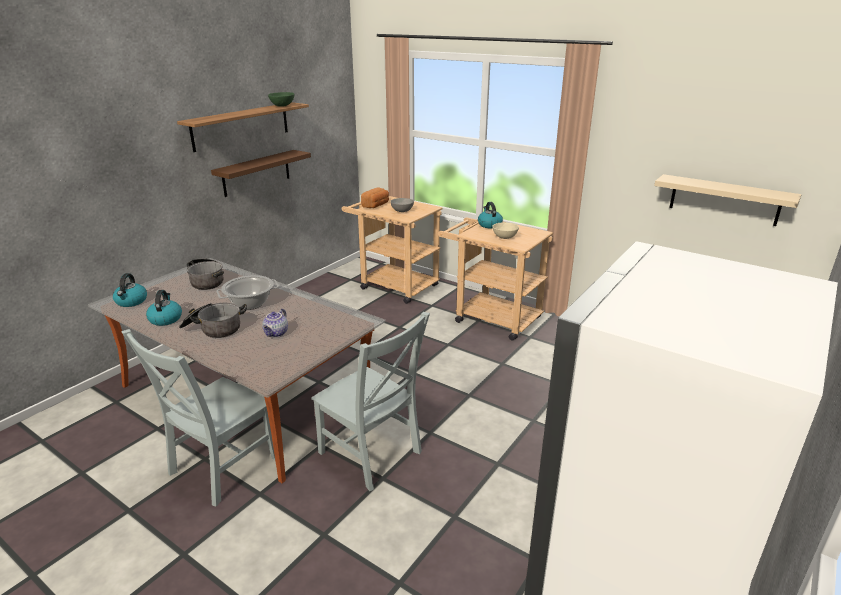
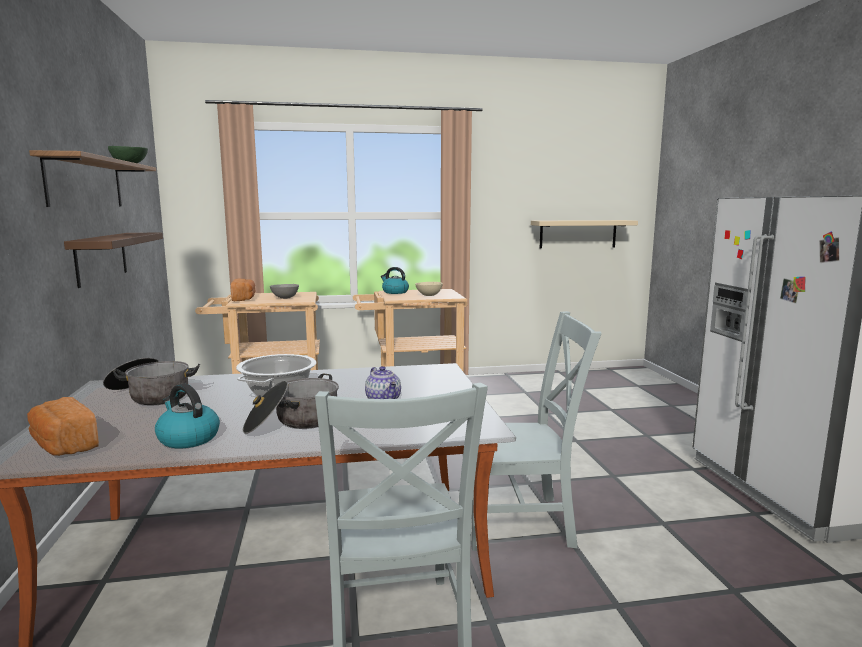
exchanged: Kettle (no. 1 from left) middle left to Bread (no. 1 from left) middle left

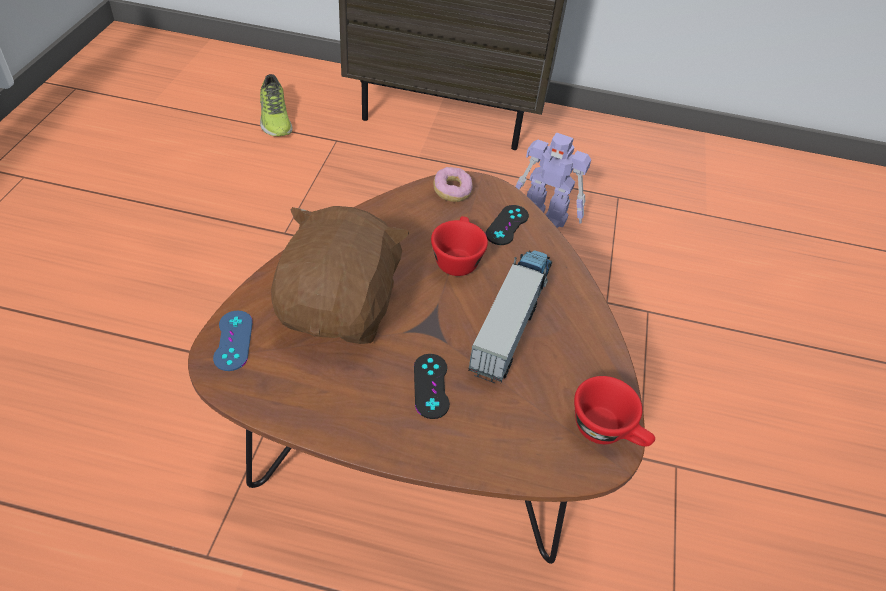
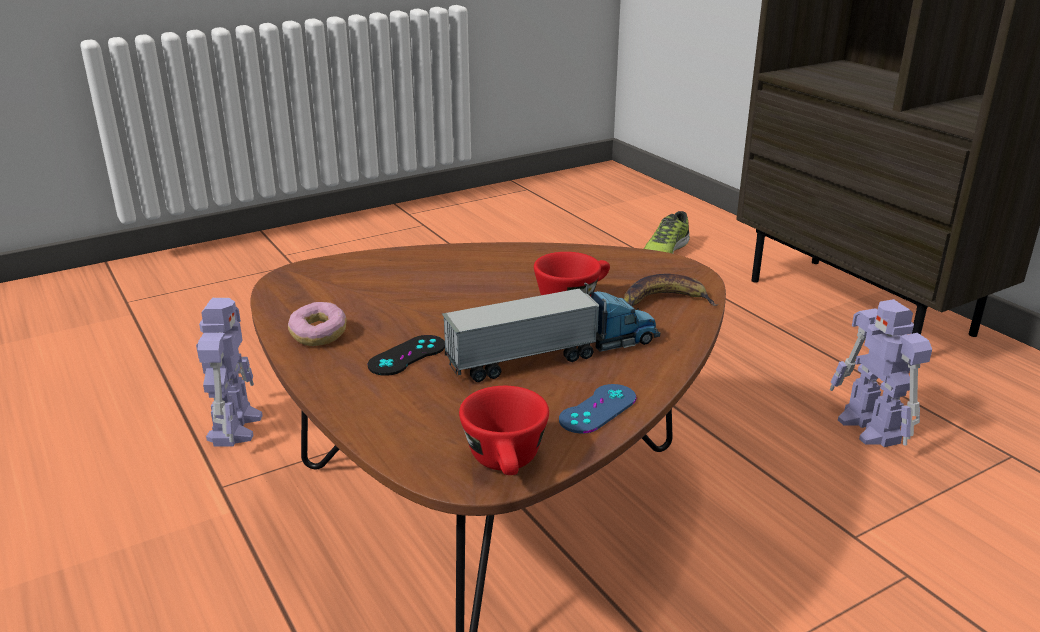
missing: BrownPlushToy centre
appeared: ToyRobot (no. 1 from left) middle left
relocated: Donut top centre to middle left; BlueGameController middle left to centre
exchanged: BlackGameController (no. 2 from left) centre to Banana centre

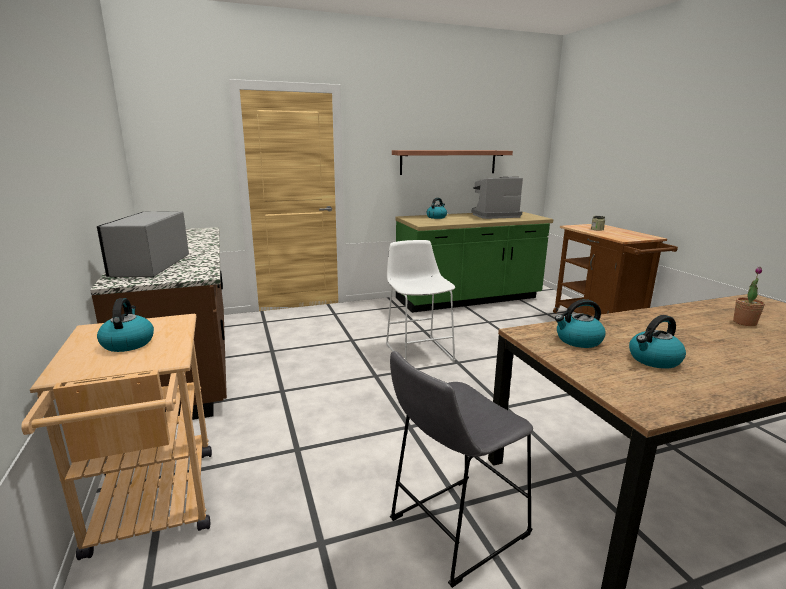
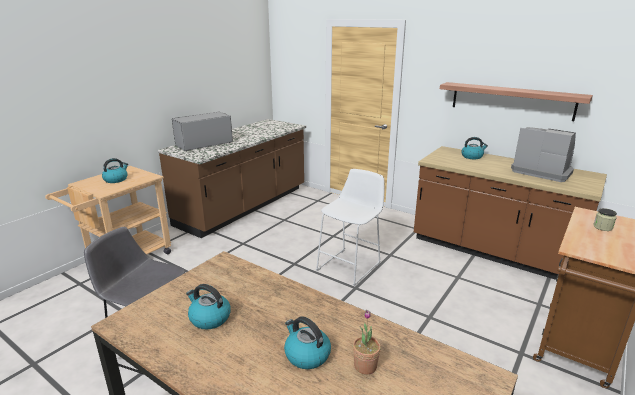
relocated: Kettle (no. 3 from left) middle right to bottom centre
colour: GreenCounter centre to BrownCounter (no. 2 from left) middle right

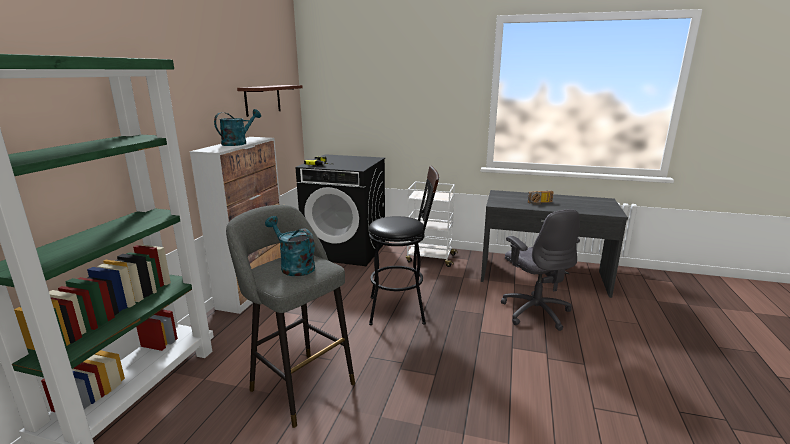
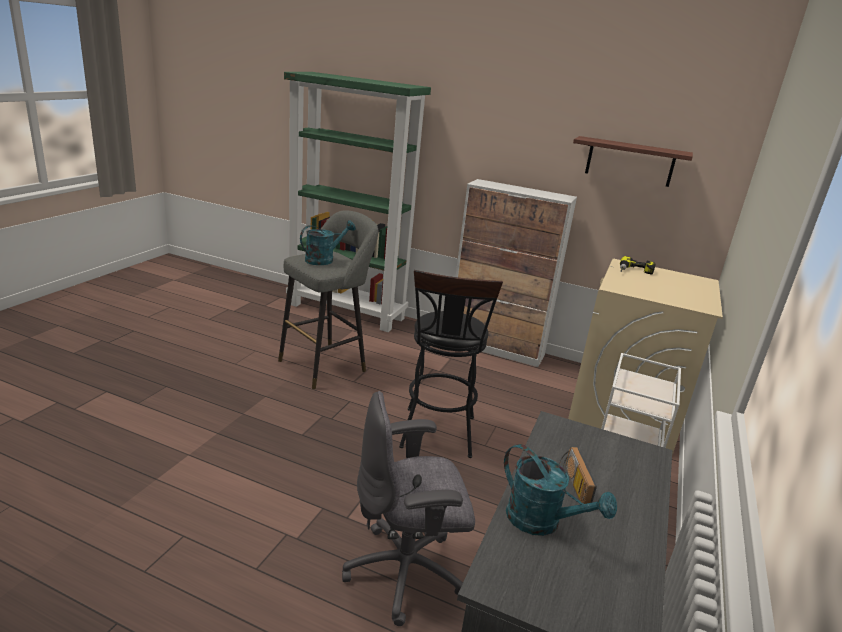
relocated: TurquoiseWateringCan (no. 1 from left in the first image) top left to TurquoiseWateringCan (no. 2 from left) bottom centre
colour: BlackWashingMachine centre to BeigeWashingMachine middle right

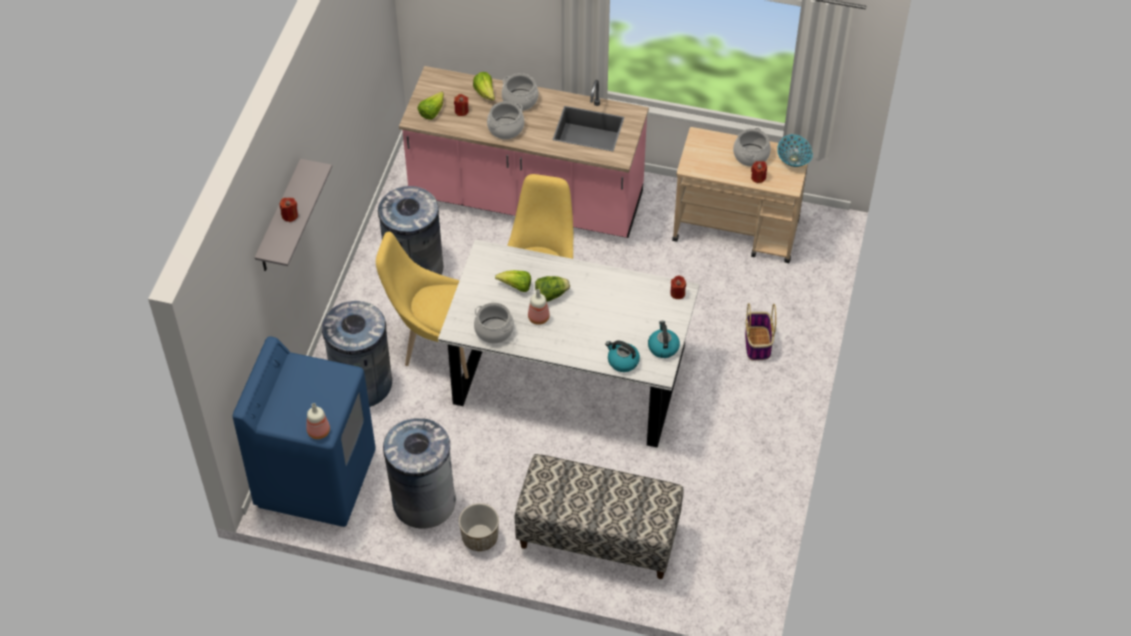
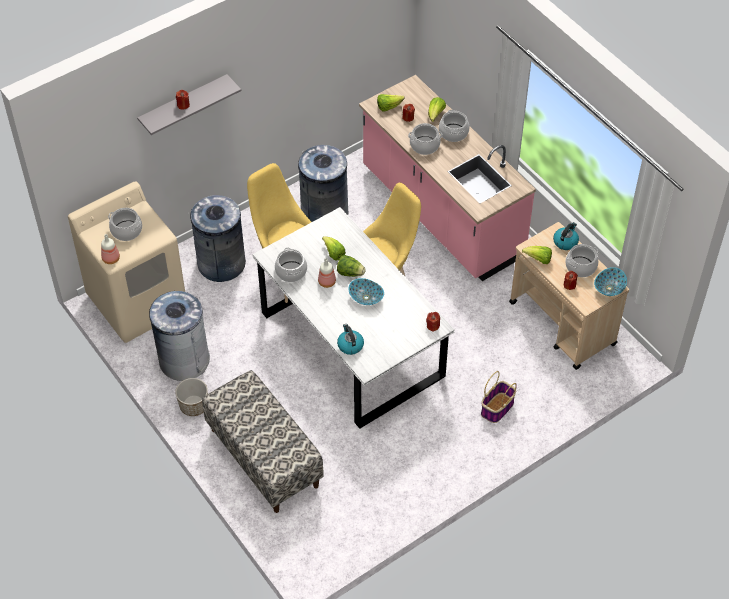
appeared: CookingPot (no. 1 from left) middle left; Lettuce (no. 5 from left) middle right; Bowl (no. 1 from left) centre
relocated: Kettle (no. 2 from left) centre to middle right
colour: BlueWashingMachine bottom left to BeigeWashingMachine middle left

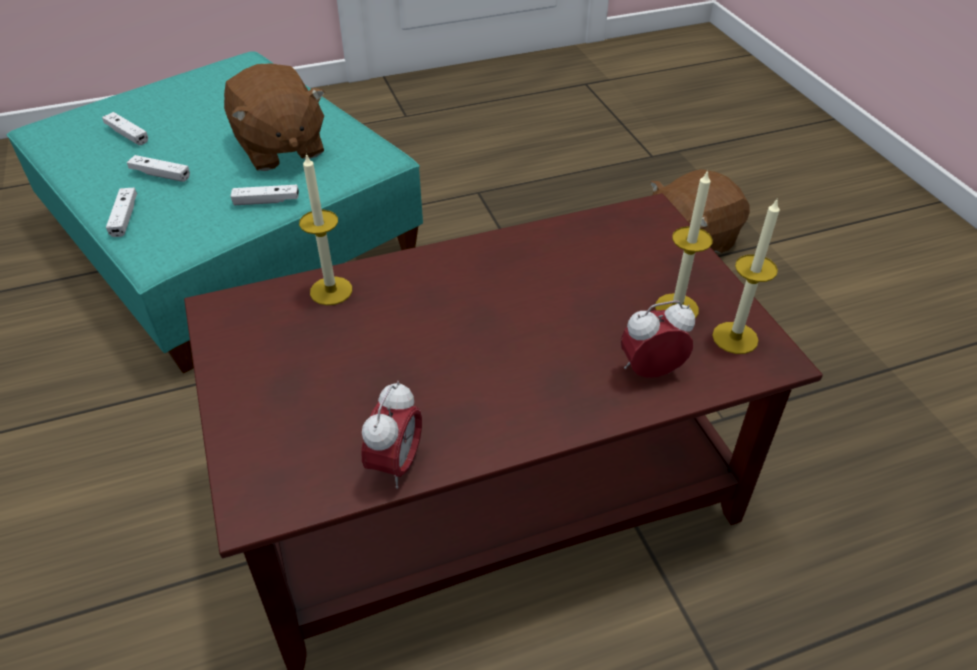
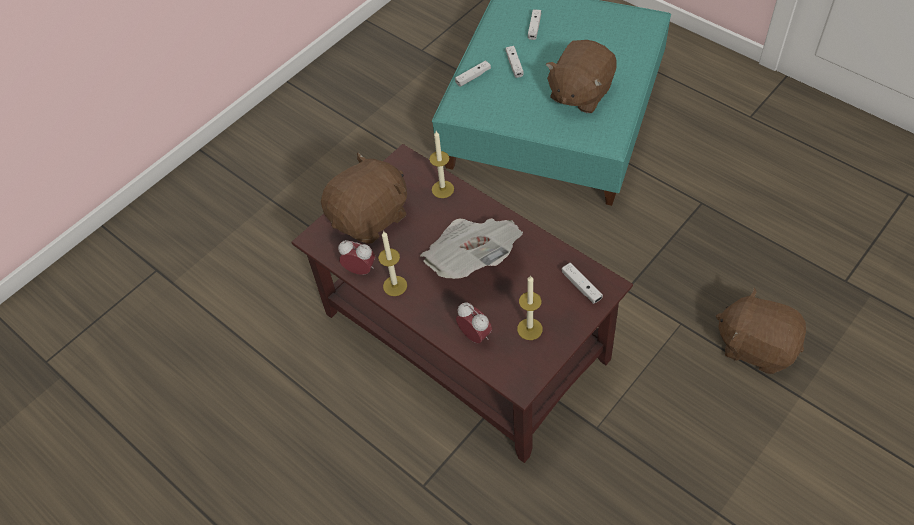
appeared: BrownPlushToy (no. 1 from left) centre; Newspaper centre
relocated: WhiteGameController (no. 4 from left) top left to centre; Candle (no. 3 from left in the first image) middle right to Candle (no. 1 from left) centre
spun: AlarmClock (no. 1 from left) centre = centre 150 degrees counterclockwise

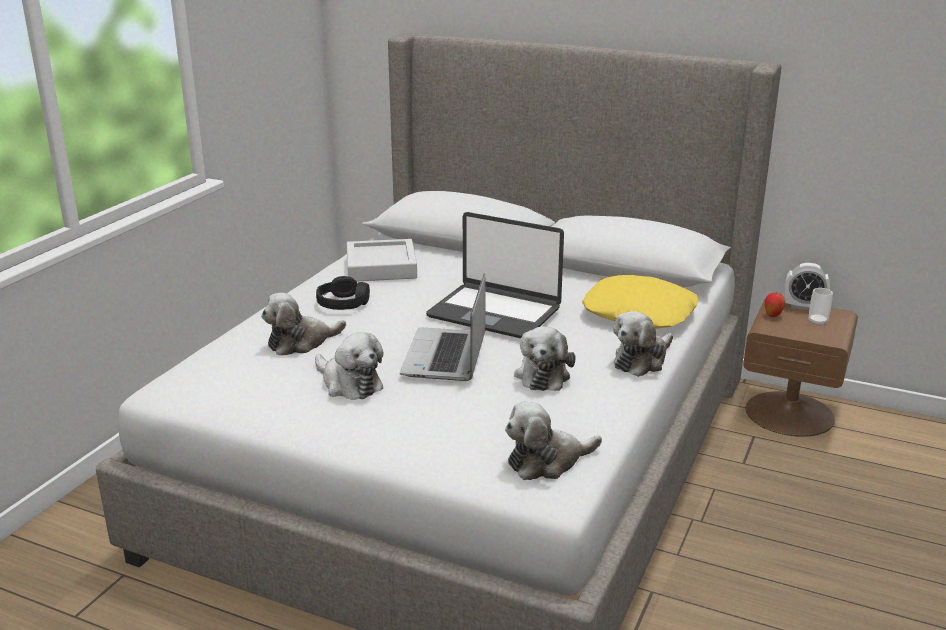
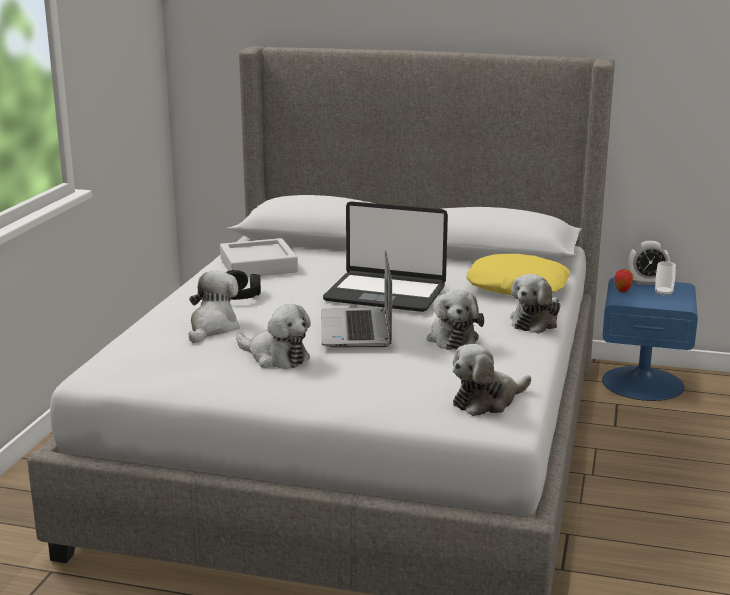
colour: BrownNightstand middle right to BlueNightstand middle right
spun: PlushToy (no. 1 from left) middle left = middle left 150 degrees clockwise

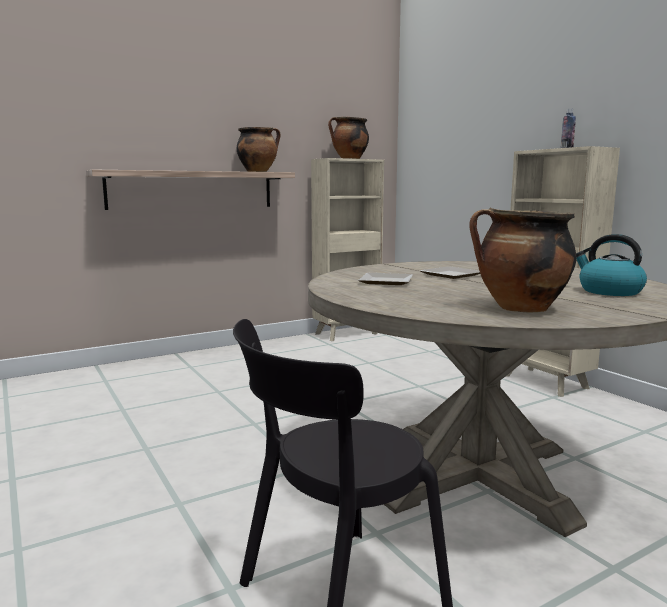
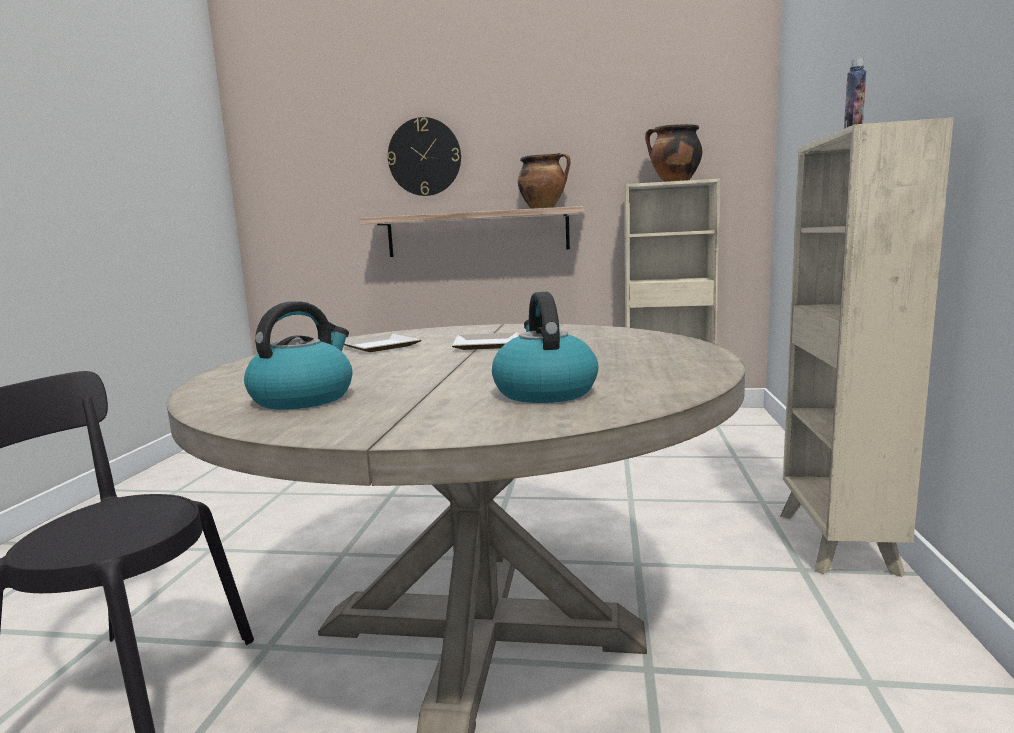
appeared: WallClock top centre
exchanged: CookingPot (no. 3 from left) middle right to Kettle (no. 1 from left) middle left

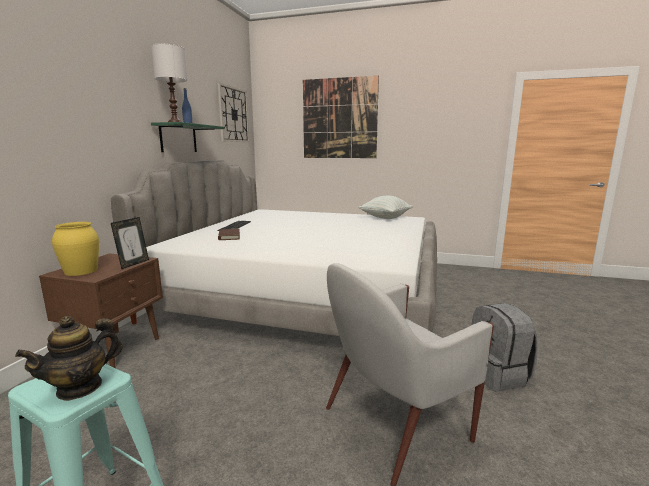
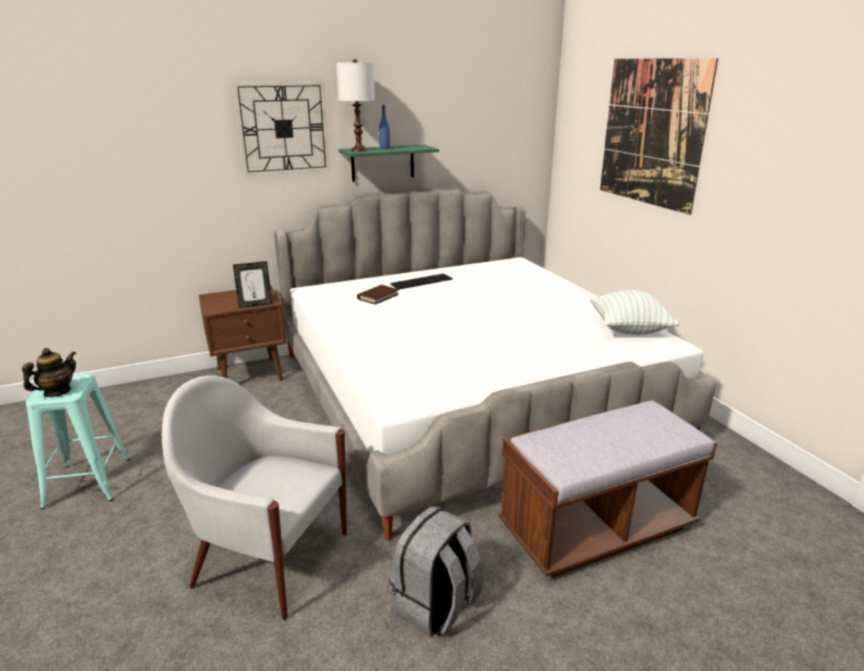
missing: YellowVase middle left
appeared: BrownBench bottom right
relocated: WallClock top centre to top left
spun: Teapot bottom left = middle left 120 degrees clockwise

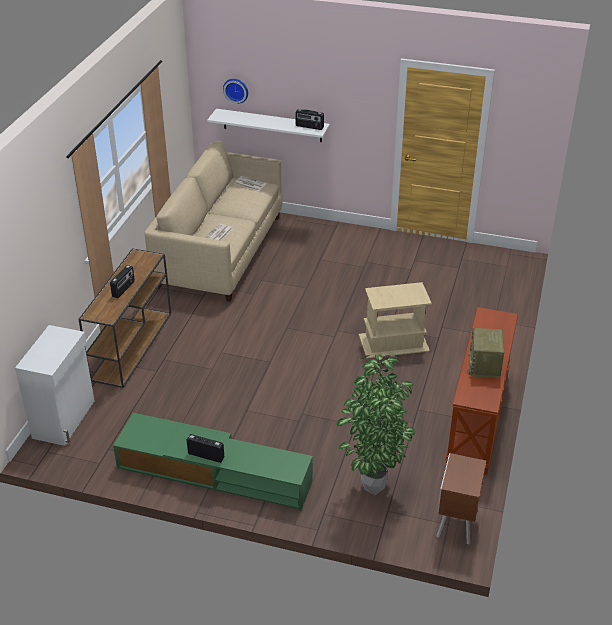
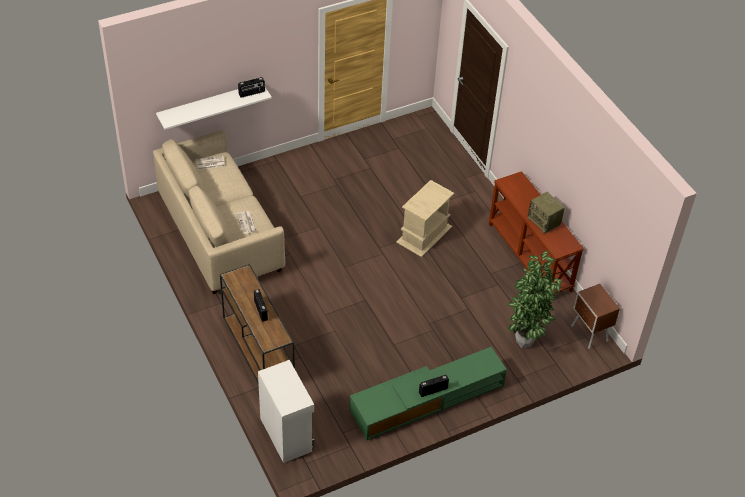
missing: WallClock top centre

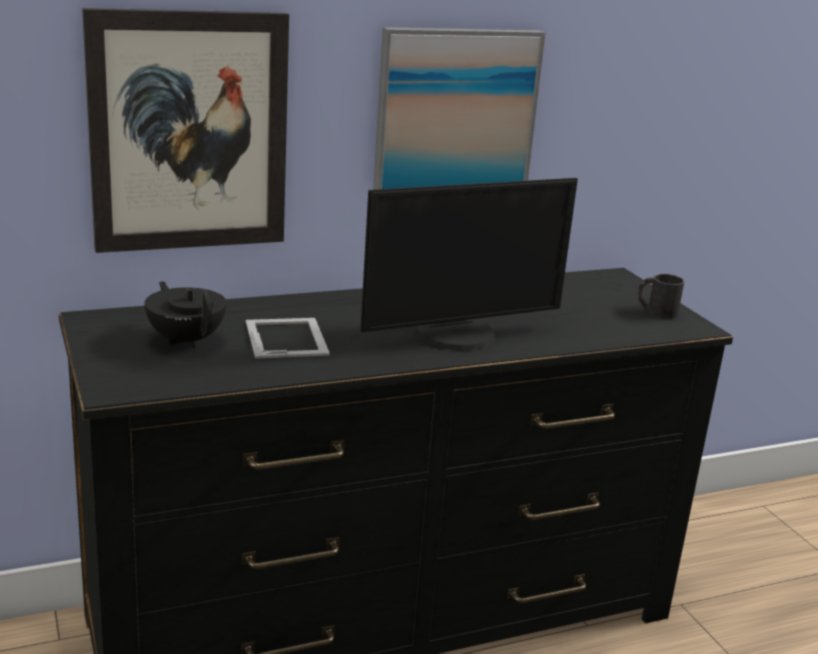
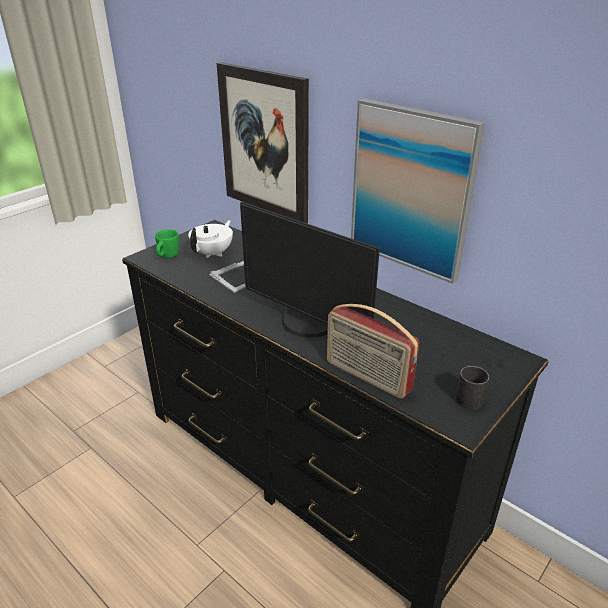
appeared: GreenMug middle left; Radio centre
colour: BlackTeapot middle left to WhiteTeapot centre

